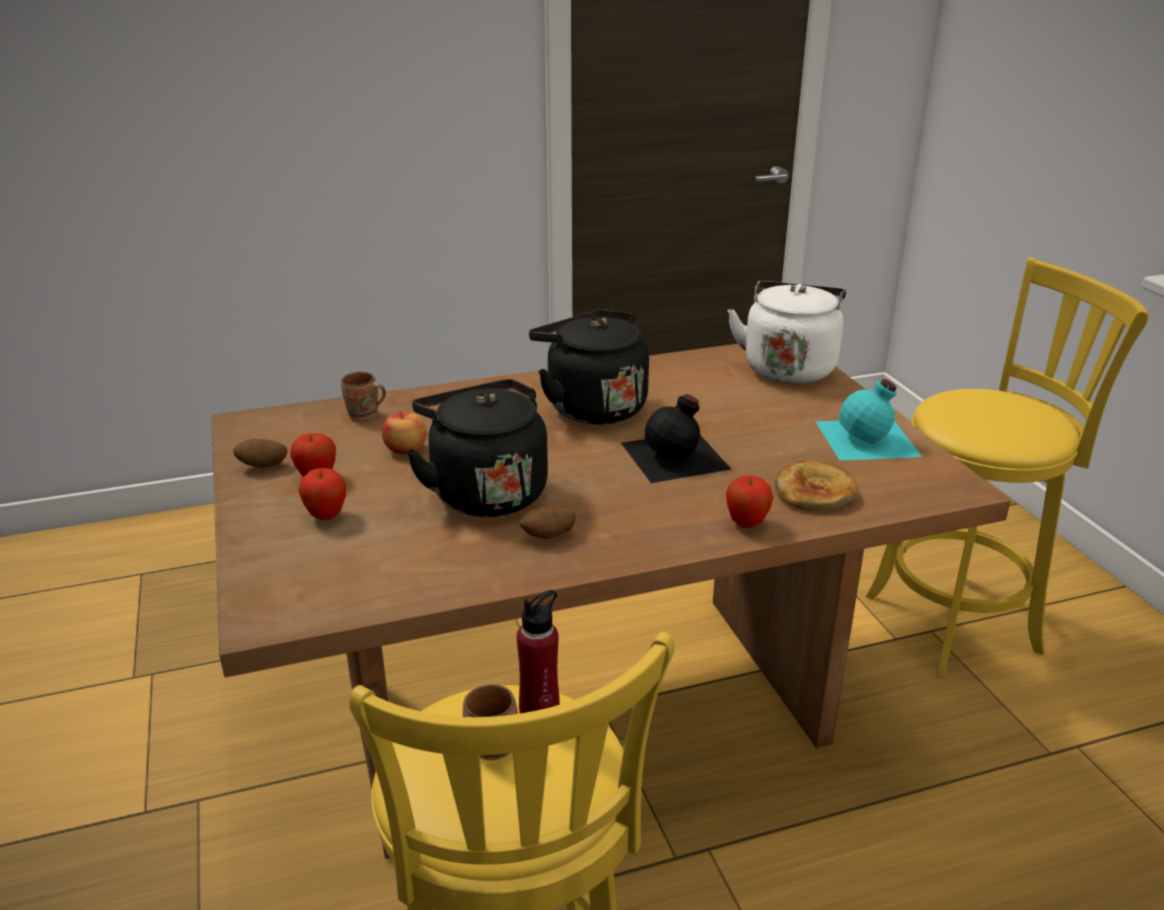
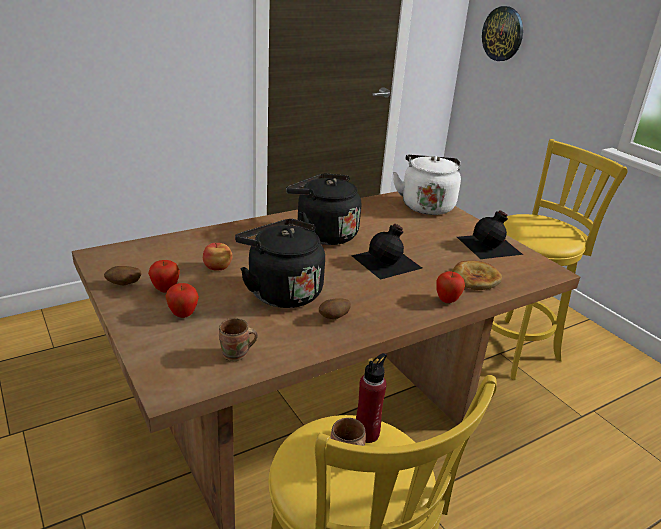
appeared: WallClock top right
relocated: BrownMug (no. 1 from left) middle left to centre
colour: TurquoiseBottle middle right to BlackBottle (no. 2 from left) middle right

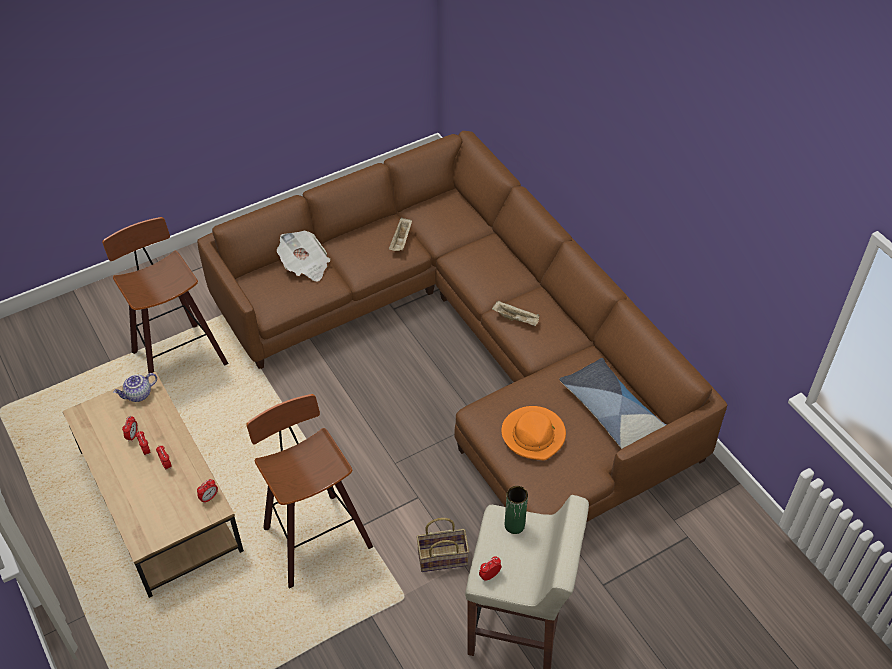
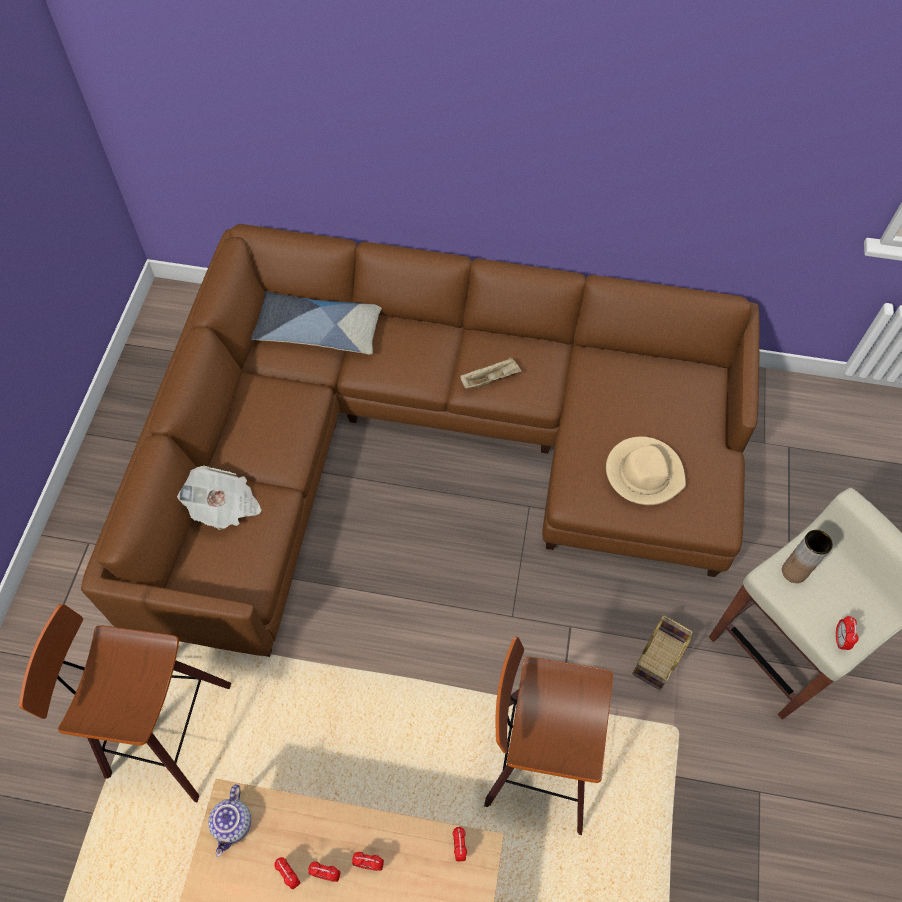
missing: BeigeTray (no. 1 from left) centre
relocated: Pillow middle right to centre
colour: OrangeHat centre to BeigeHat middle right; GreenVase bottom centre to BrownVase middle right

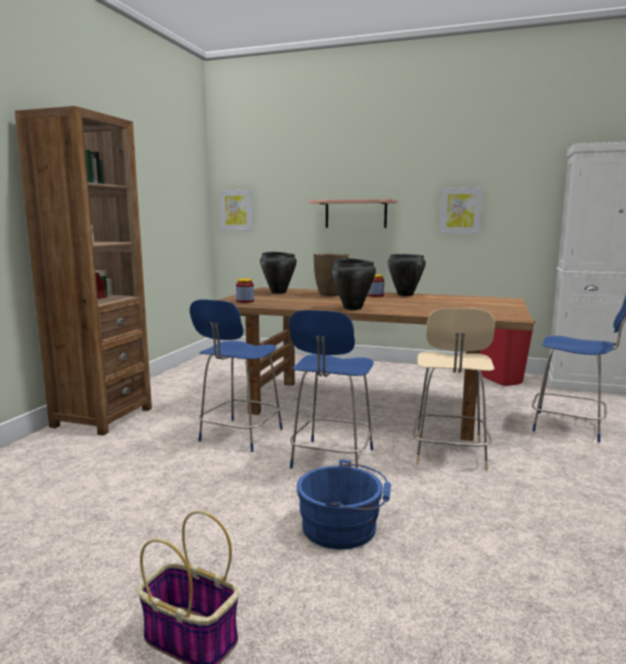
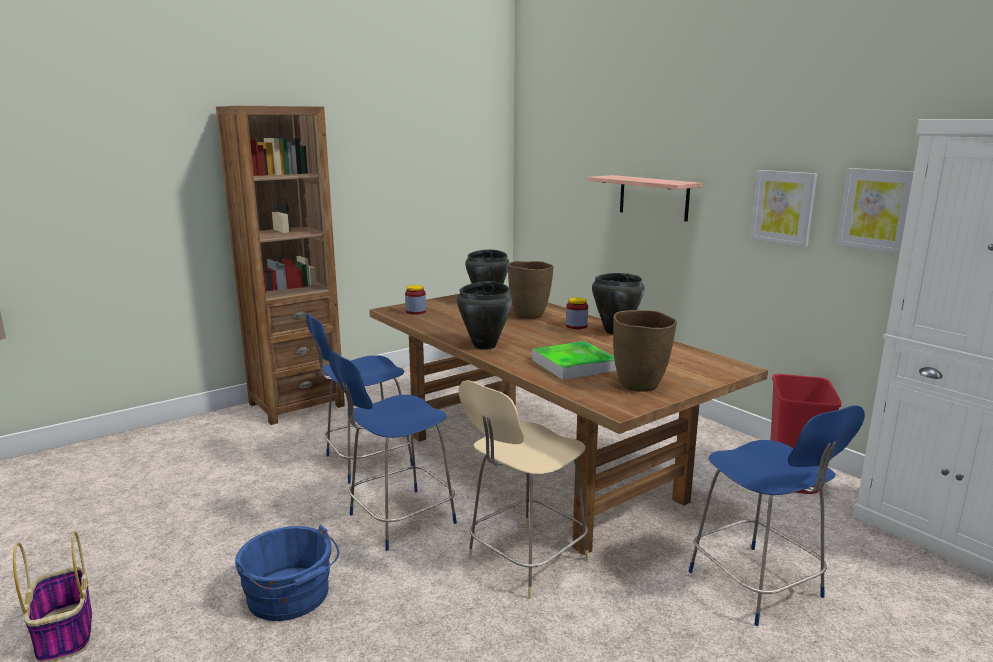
appeared: BrownVase (no. 2 from left) centre; Tray centre
relocated: Picture (no. 1 from left in the first image) top centre to Picture (no. 2 from left) top right

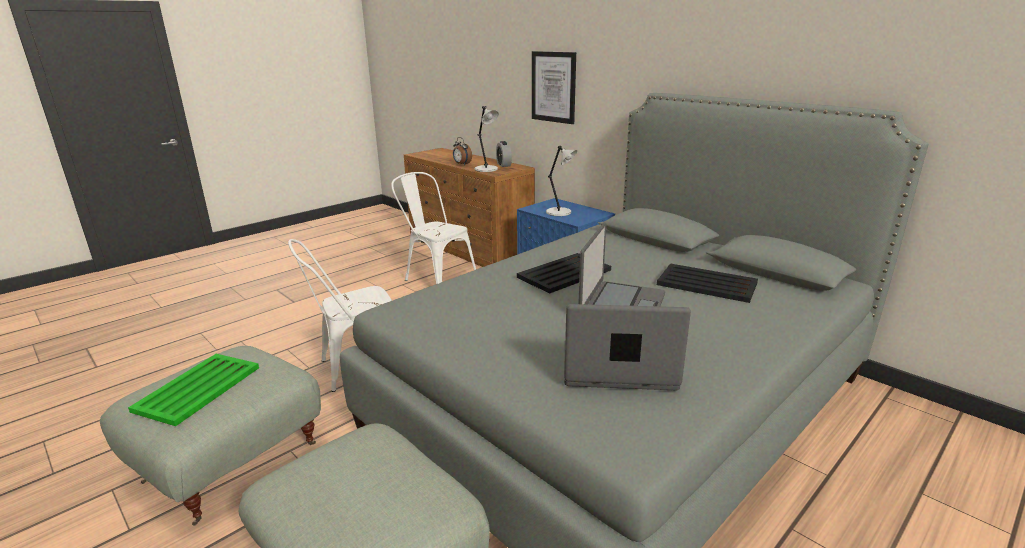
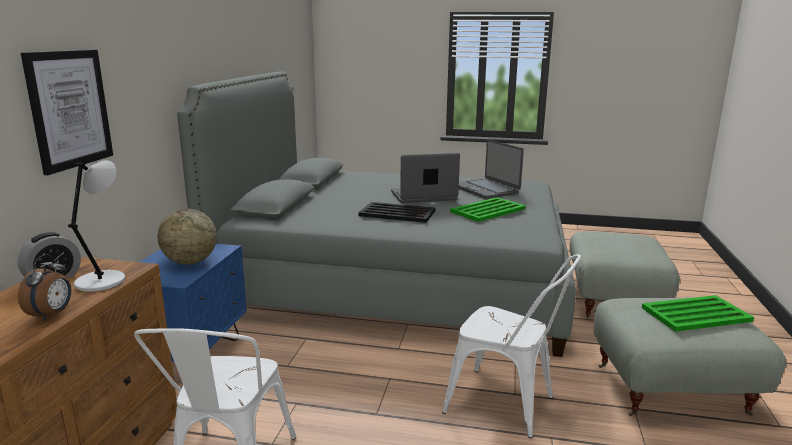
missing: BlackTray (no. 2 from left) middle right
appeared: GreenTray (no. 1 from left) centre
exchanged: GreyTableLamp (no. 2 from left) top centre to Globe middle left

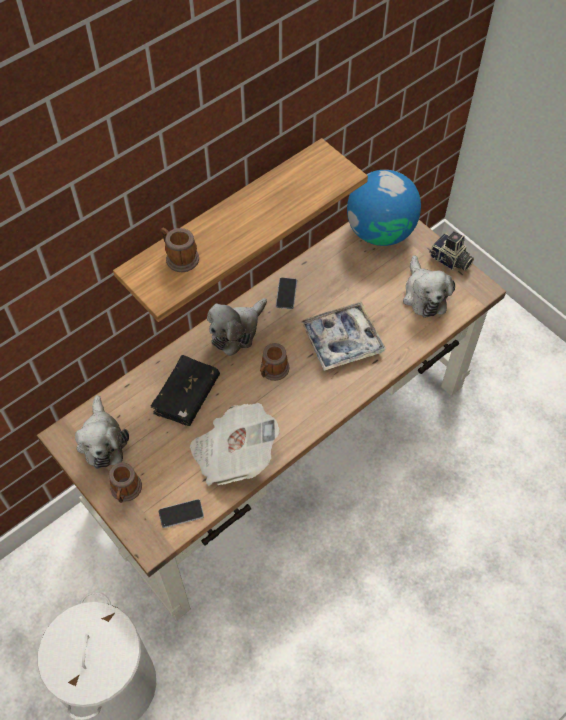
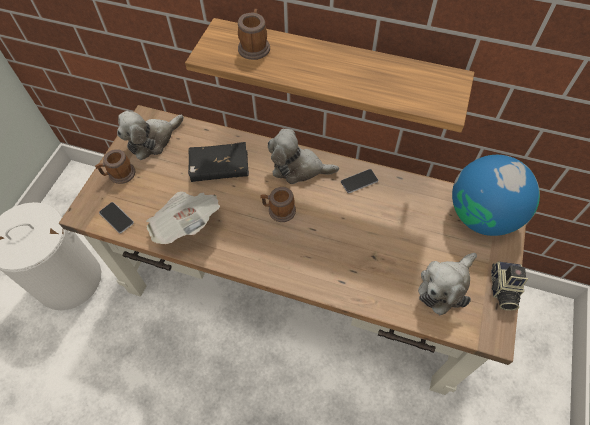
missing: Tray centre

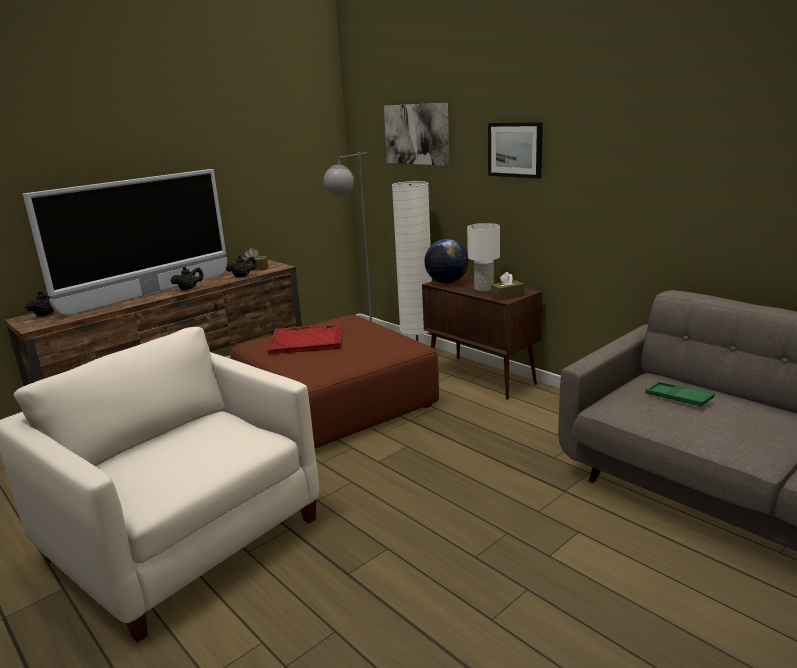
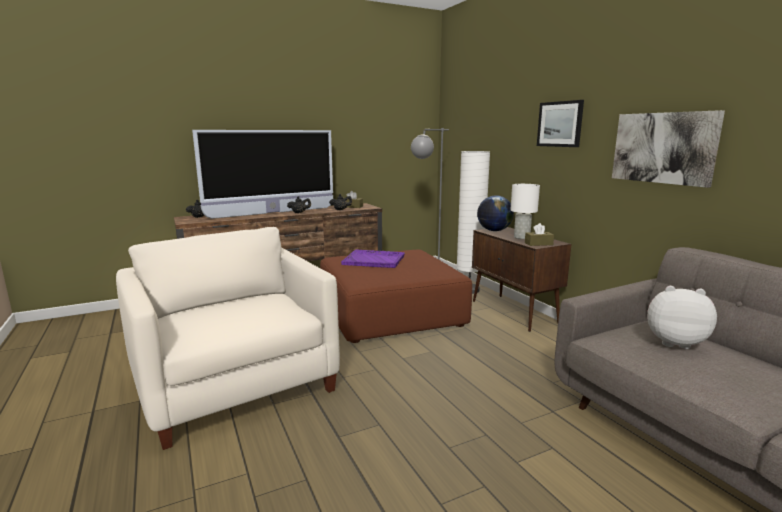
relocated: Picture (no. 1 from left in the first image) top centre to Picture (no. 2 from left) top right
exchanged: GreenTray middle right to PlushToy middle right
colour: RedTray centre to PurpleTray centre

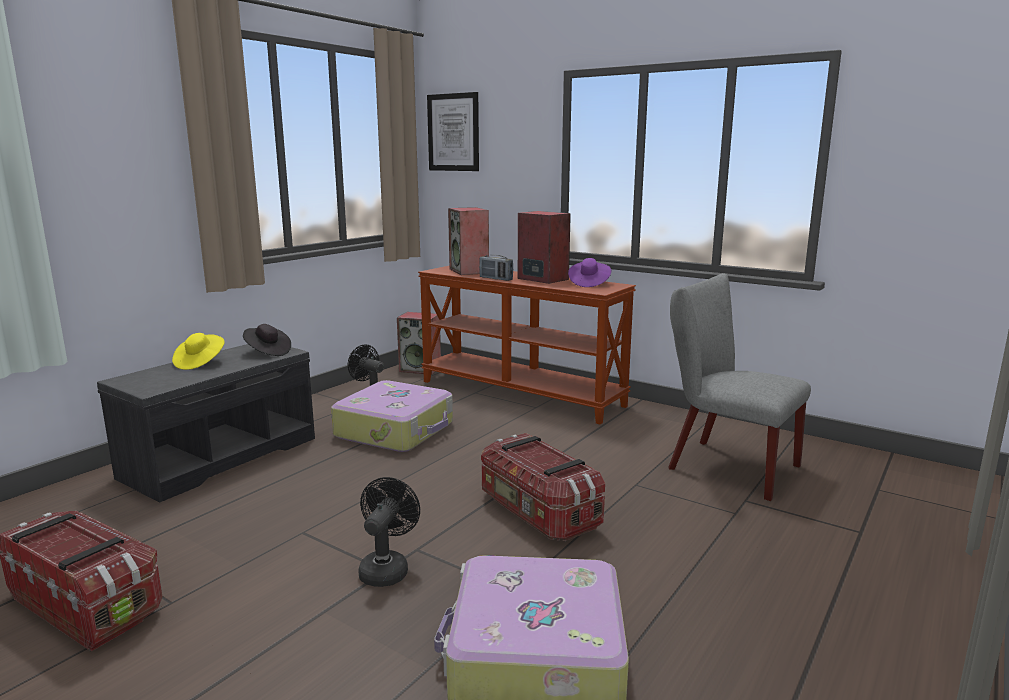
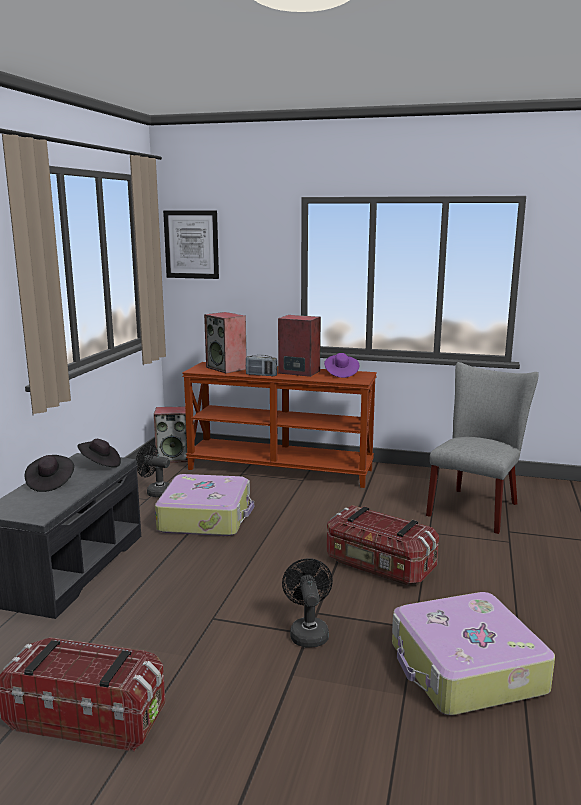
colour: YellowHat middle left to BlackHat (no. 1 from left) middle left
spun: GreyChair middle right = middle right 105 degrees clockwise

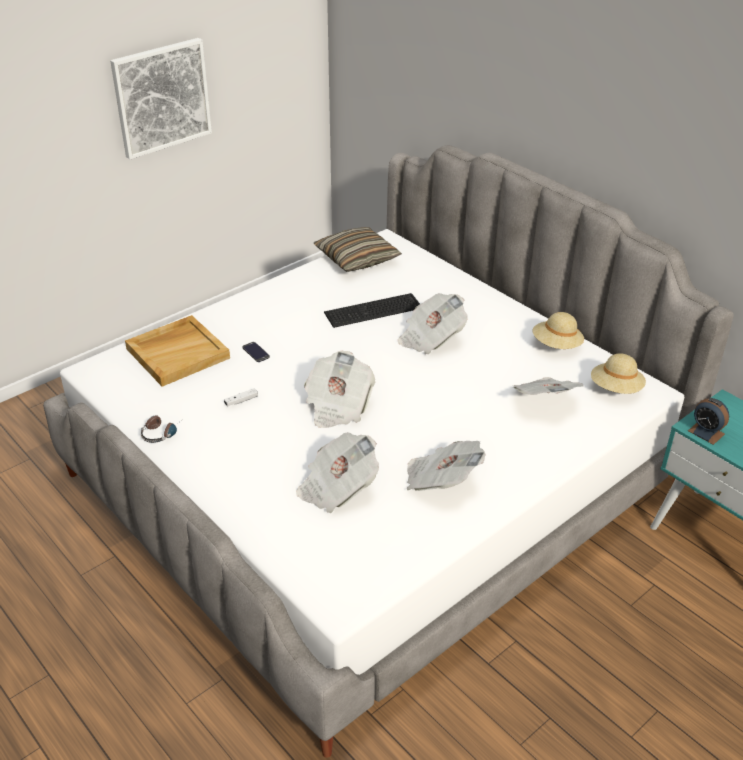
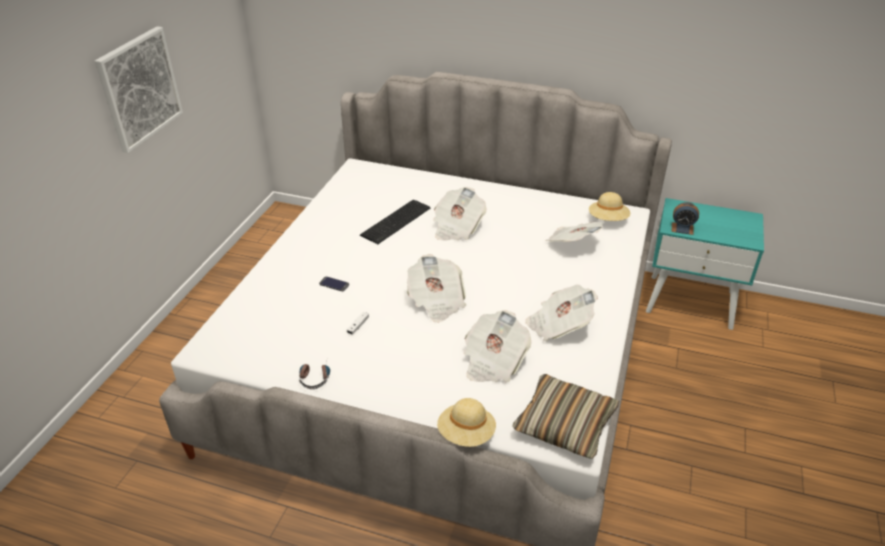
missing: BeigeTray middle left
relocated: Pillow top centre to bottom centre; BeigeHat (no. 1 from left) middle right to bottom centre

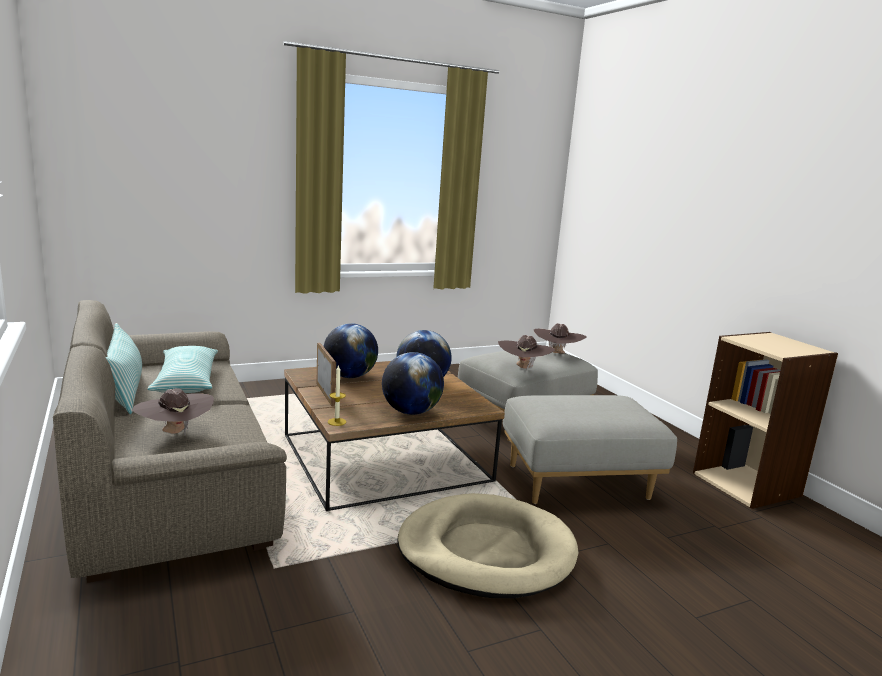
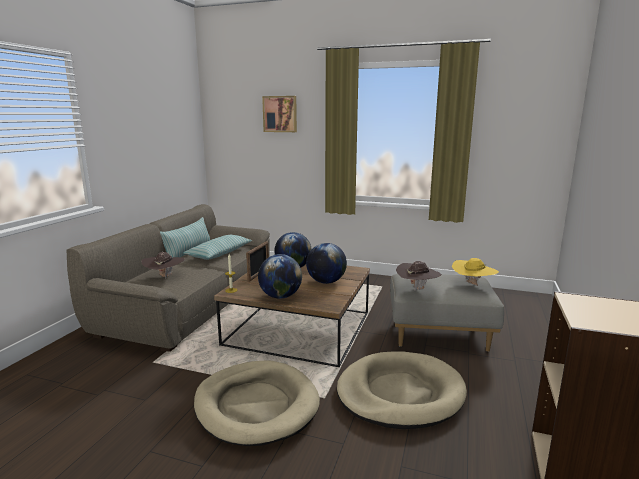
appeared: Picture top centre
exchanged: GreyOttoman (no. 2 from left) middle right to BeigeDogBed (no. 2 from left) bottom centre
colour: BrownHat (no. 3 from left) centre to YellowHat middle right

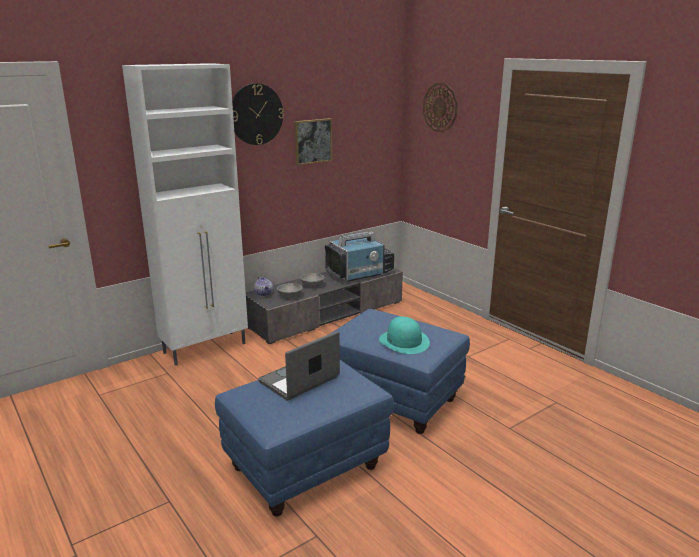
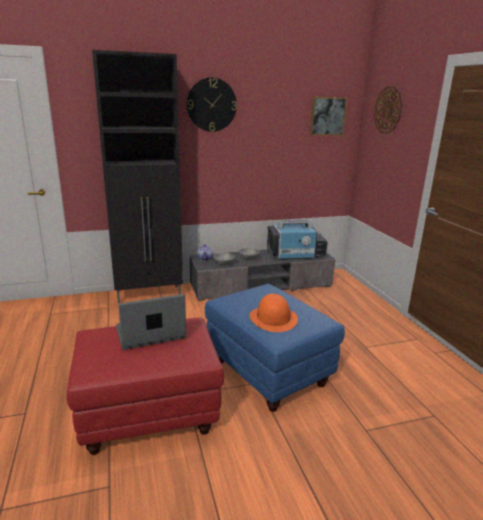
relocated: Picture top centre to top right
colour: WhiteCabinet middle left to BlackCabinet middle left; TurquoiseHat centre to OrangeHat centre; BlueOttoman (no. 1 from left) bottom centre to RedOttoman bottom left

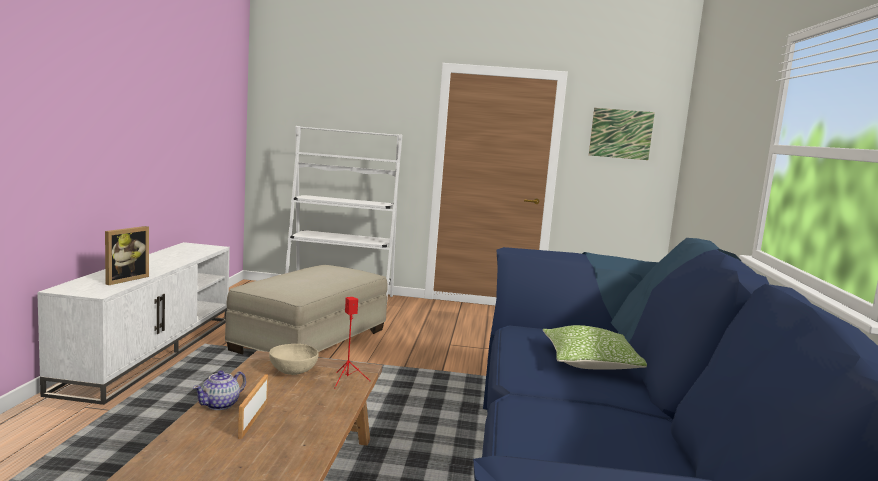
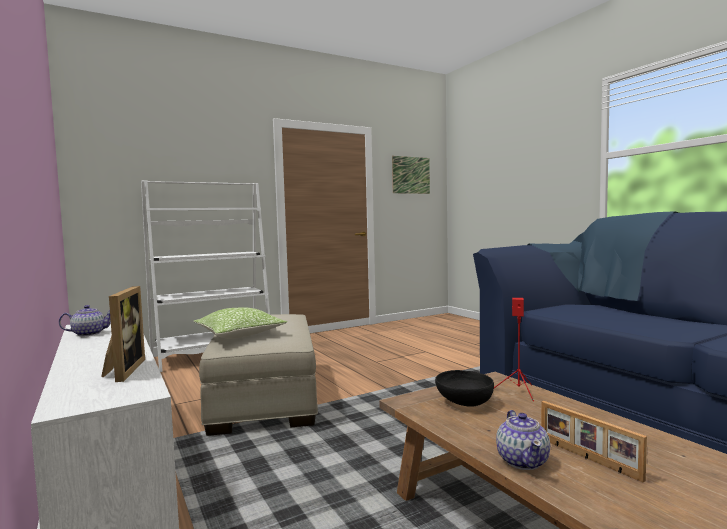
appeared: Teapot (no. 1 from left) middle left
relocated: Pillow bottom right to middle left
colour: BeigeBowl bottom centre to BlackBowl bottom centre

